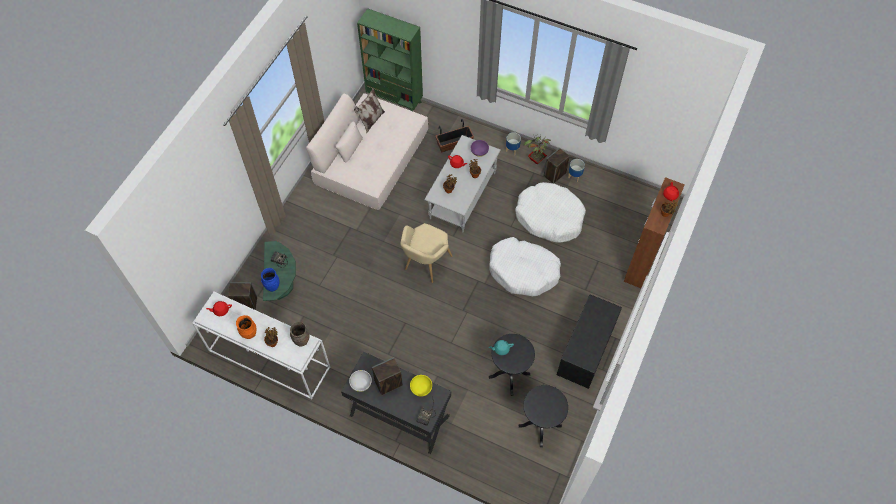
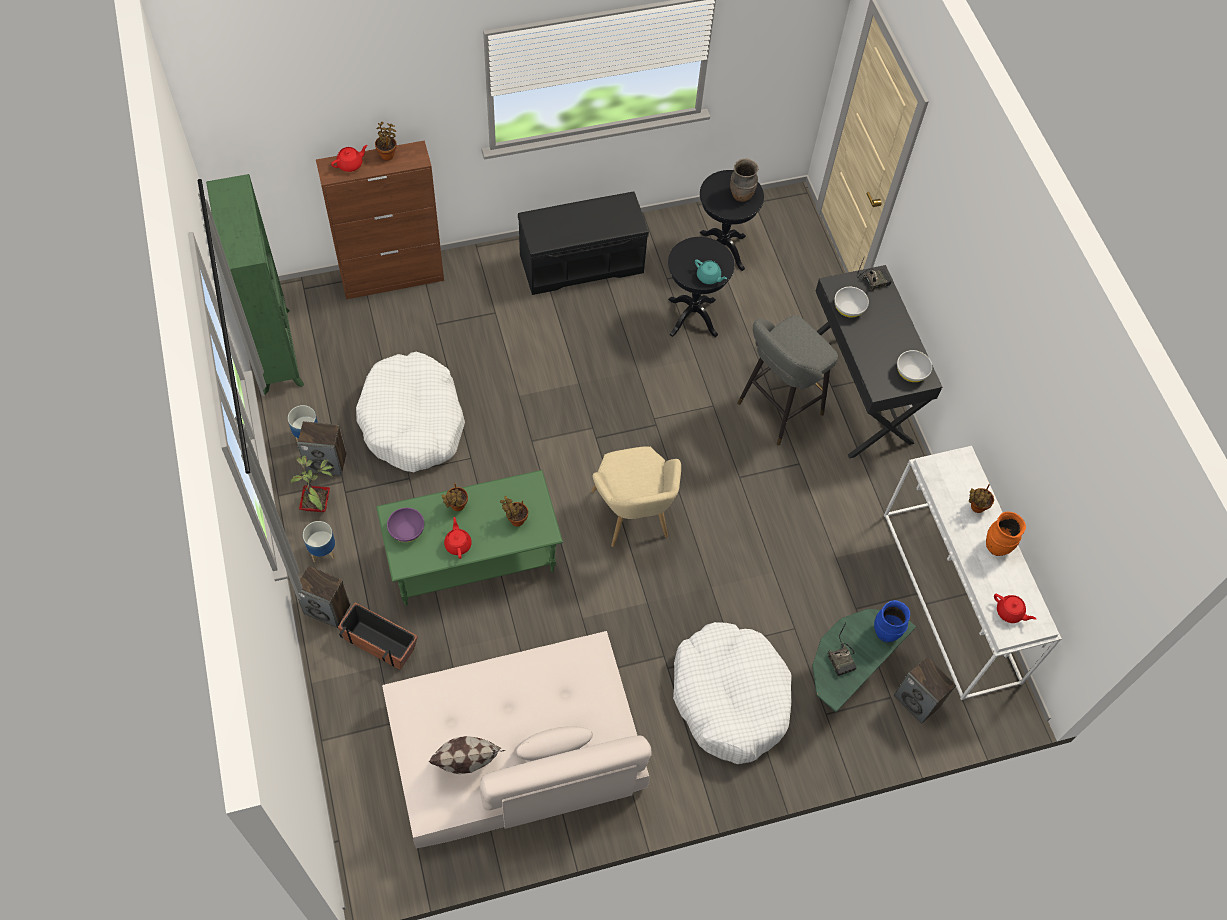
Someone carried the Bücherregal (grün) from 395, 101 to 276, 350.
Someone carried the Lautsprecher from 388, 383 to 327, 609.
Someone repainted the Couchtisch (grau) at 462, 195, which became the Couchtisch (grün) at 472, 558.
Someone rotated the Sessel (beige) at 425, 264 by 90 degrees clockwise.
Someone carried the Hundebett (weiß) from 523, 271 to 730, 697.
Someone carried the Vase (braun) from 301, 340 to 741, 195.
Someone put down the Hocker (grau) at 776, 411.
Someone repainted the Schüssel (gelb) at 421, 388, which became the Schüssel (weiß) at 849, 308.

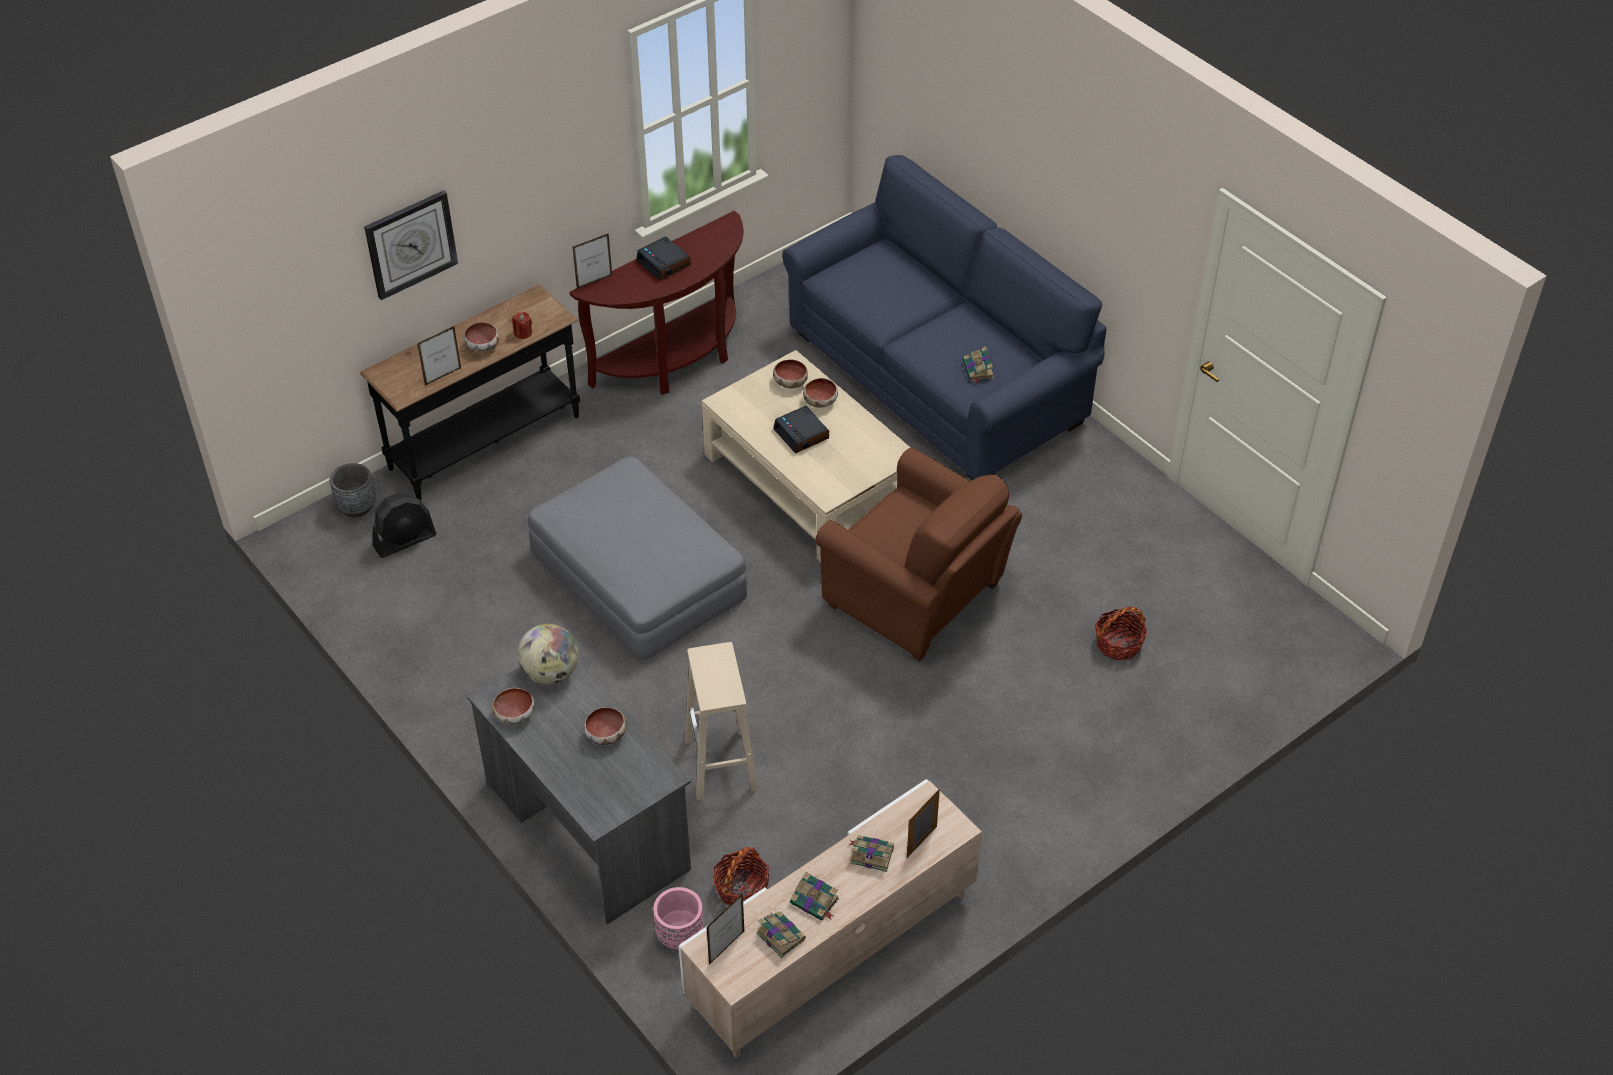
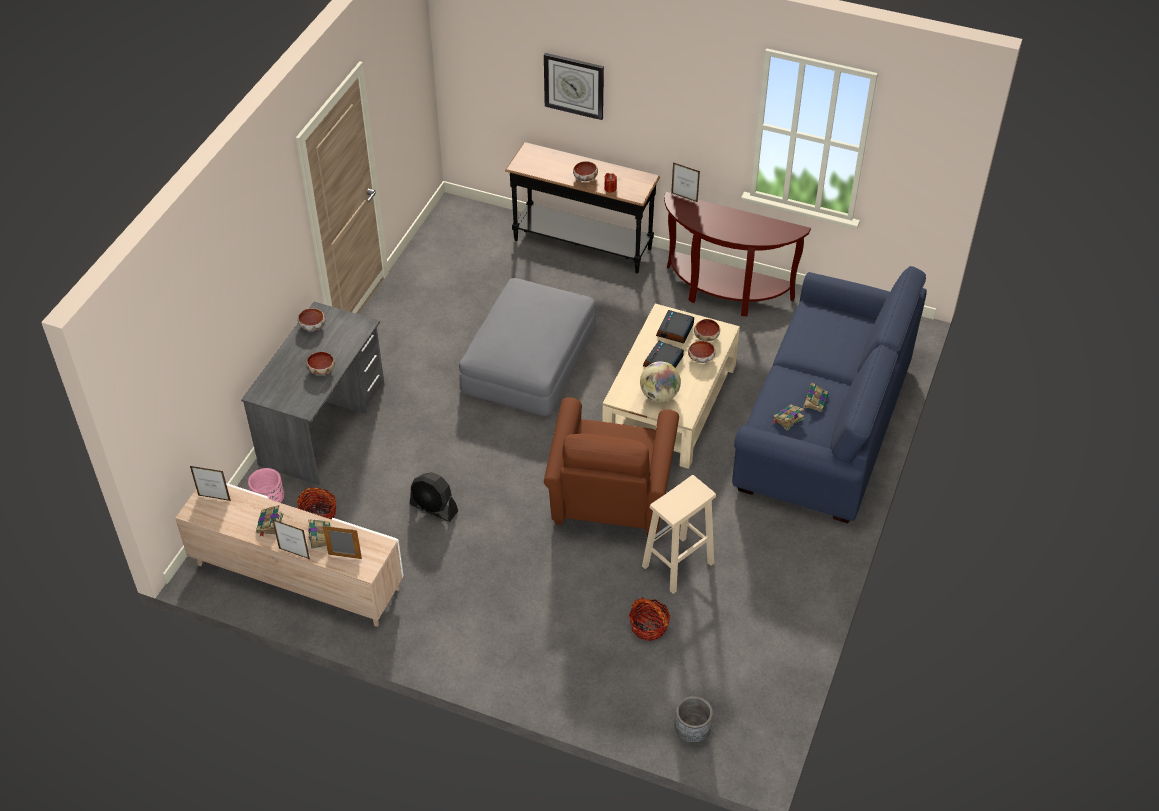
Someone carried the Bilderrahmen from 443, 376 to 294, 554.
Someone carried the Ventilator (schwarz) from 405, 540 to 434, 508.
Someone carried the Globus from 550, 673 to 659, 395.
Someone carried the Hocker (beige) from 721, 765 to 677, 565.
Someone carried the Wecker from 664, 263 to 675, 330.
Someone carried the Pflanzkübel (grau) from 357, 507 to 692, 732.
Someone carried the Buch from 780, 935 to 815, 401.

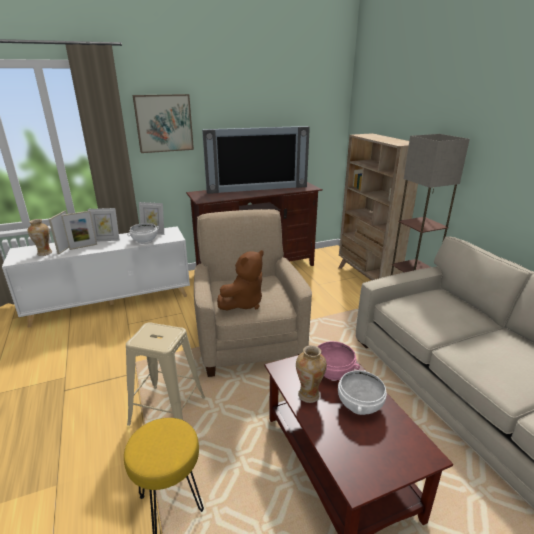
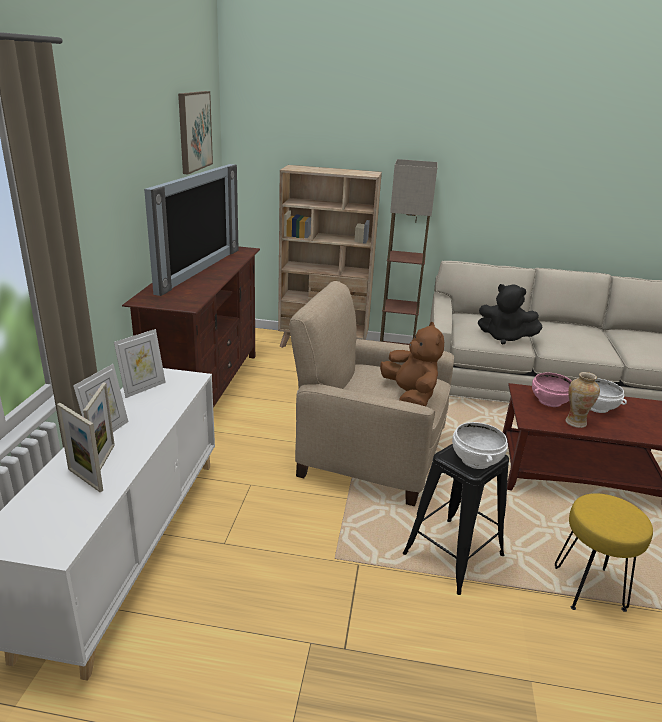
Someone carried the Bild from 164, 123 to 194, 131.
Someone repainted the Hocker (beige) at 168, 411, which became the Hocker (schwarz) at 453, 554.
Someone carried the Schüssel (weiß) from 145, 241 to 475, 460.
Someone put down the Plüschtier (schwarz) at 504, 337.
Someone took away the Vase at 44, 253.

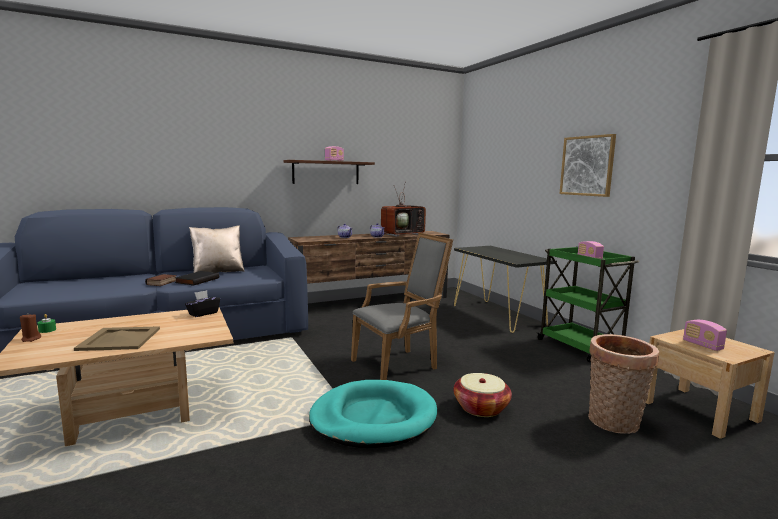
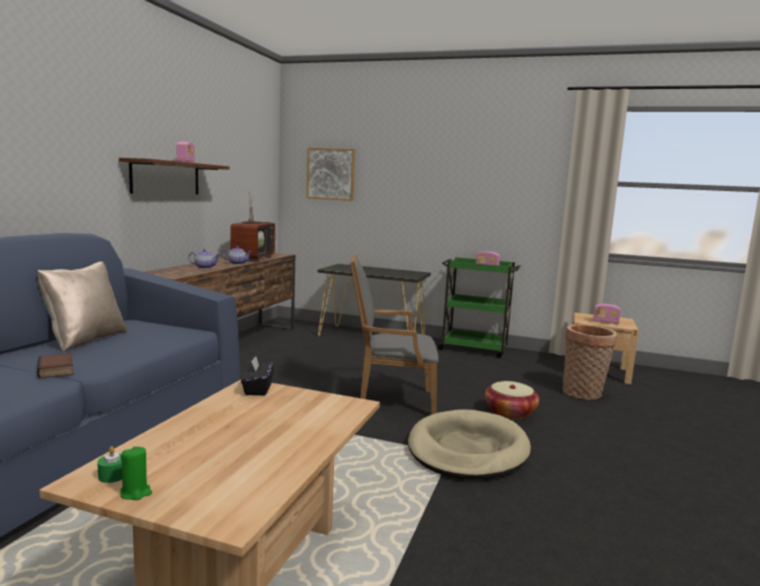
Someone repainted the Kerze (braun) at 31, 339, which became the Kerze (grün) at 136, 493.
Someone carried the Bild from 587, 166 to 331, 174.
Someone rotated the Sessel (grau) at 399, 364 by 105 degrees counterclockwise.
Someone repainted the Hundebett (türkis) at 373, 418, which became the Hundebett (beige) at 467, 450.
Someone took away the Tablett (beige) at 120, 339.
Someone took away the Buch (schwarz) at 197, 280.

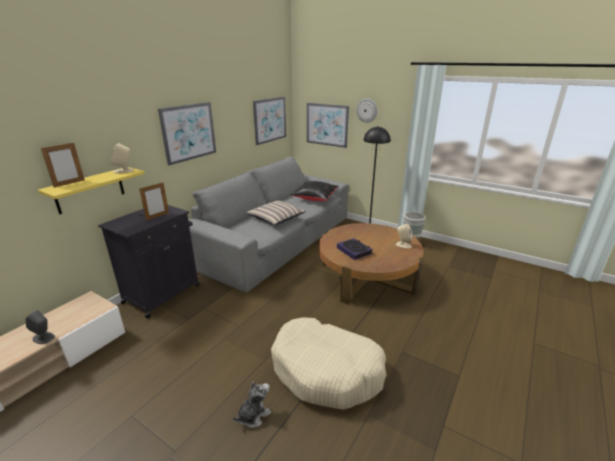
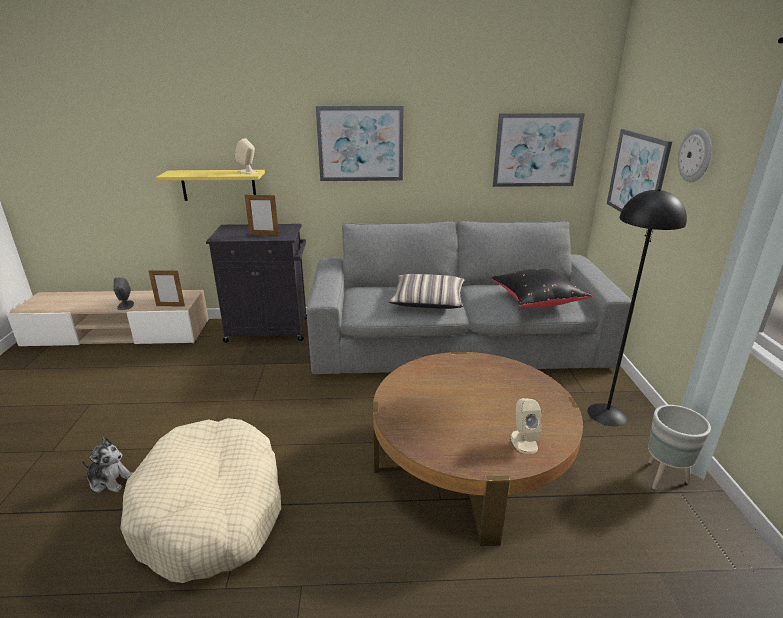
Someone carried the Bilderrahmen from 69, 183 to 170, 306.
Someone took away the Buch at 354, 251.

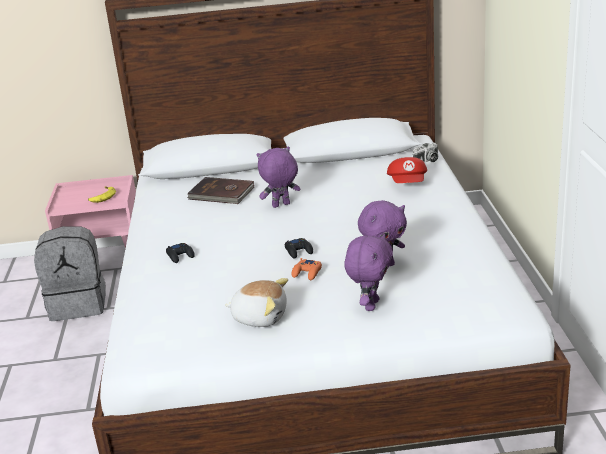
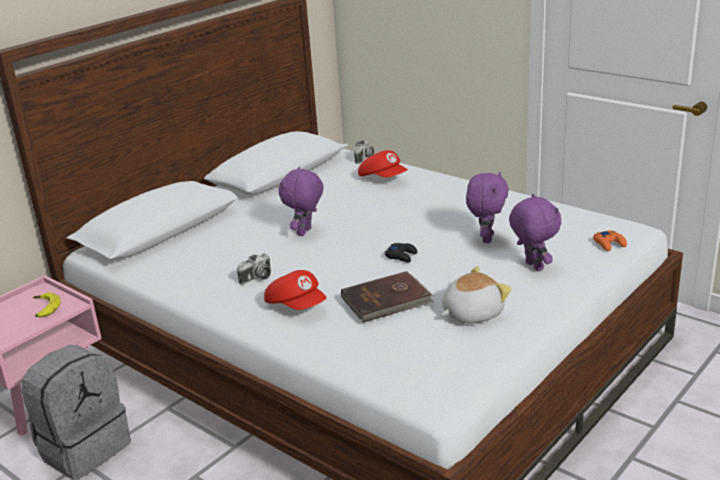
Someone put down the Kamera at 257, 278.
Someone swapped the Gamepad (schwarz) at 180, 256 for the Kappe (rot) at 297, 305.
Someone carried the Buch (braun) from 221, 194 to 387, 300.
Someone carried the Gamepad (orange) from 307, 273 to 609, 244.

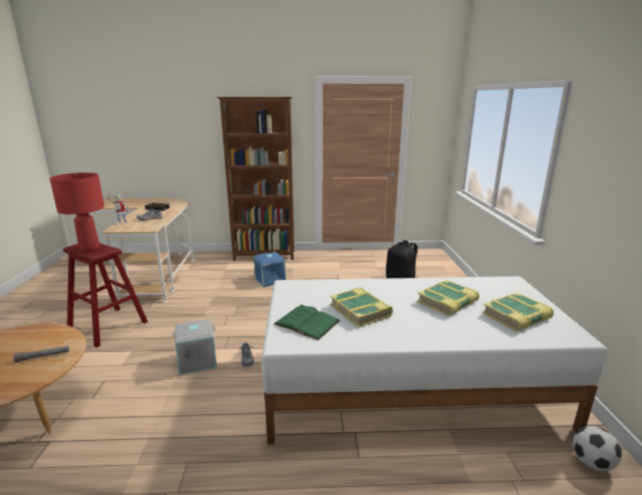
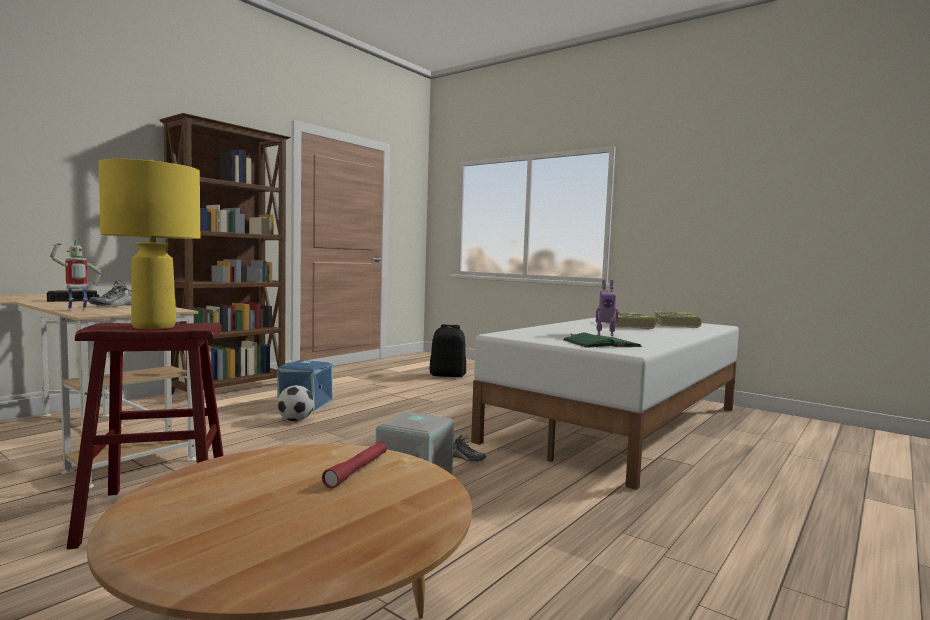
Someone repainted the Tischlampe (rot) at 90, 249, which became the Tischlampe (gelb) at 154, 326.
Someone carried the Fußball from 591, 463 to 295, 420.
Someone repainted the Taschenlampe (grau) at 43, 356, which became the Taschenlampe (rot) at 357, 470.
Someone swapped the Buch at 360, 311 for the Spielzeugroboter at 605, 335.

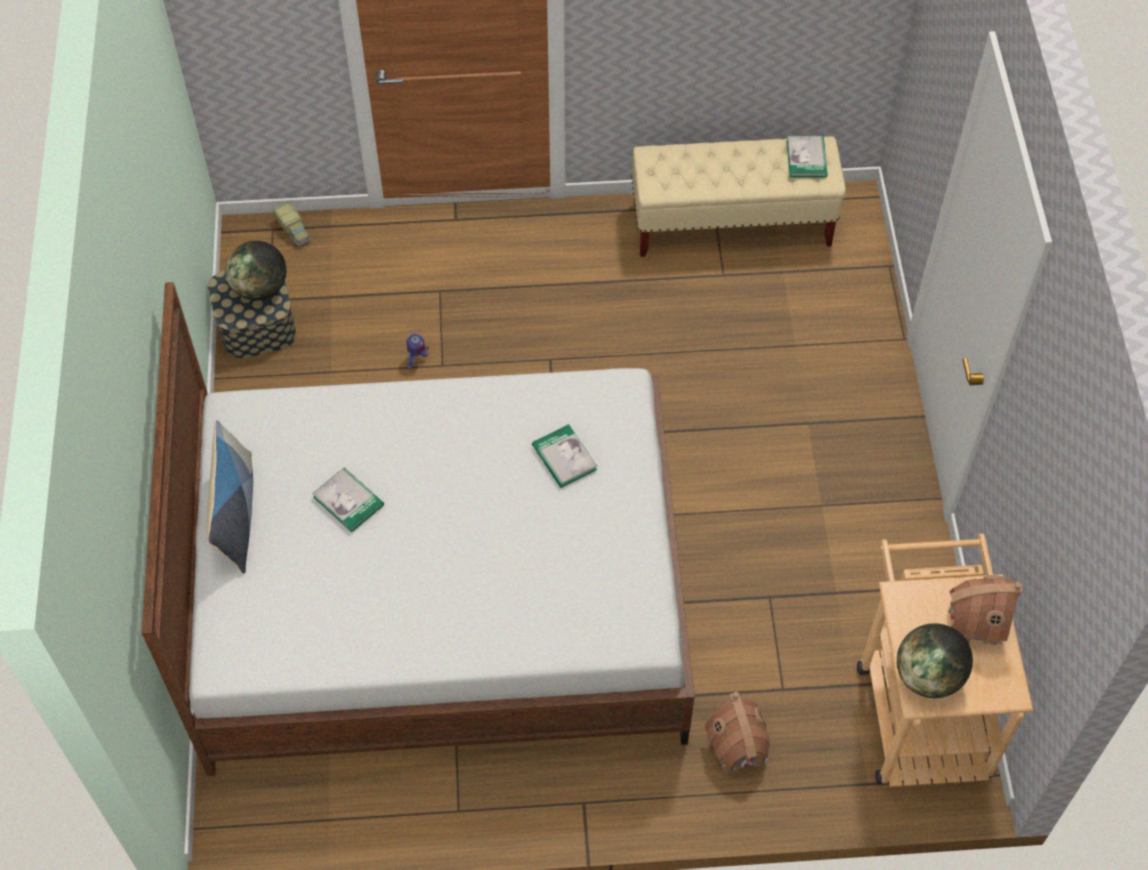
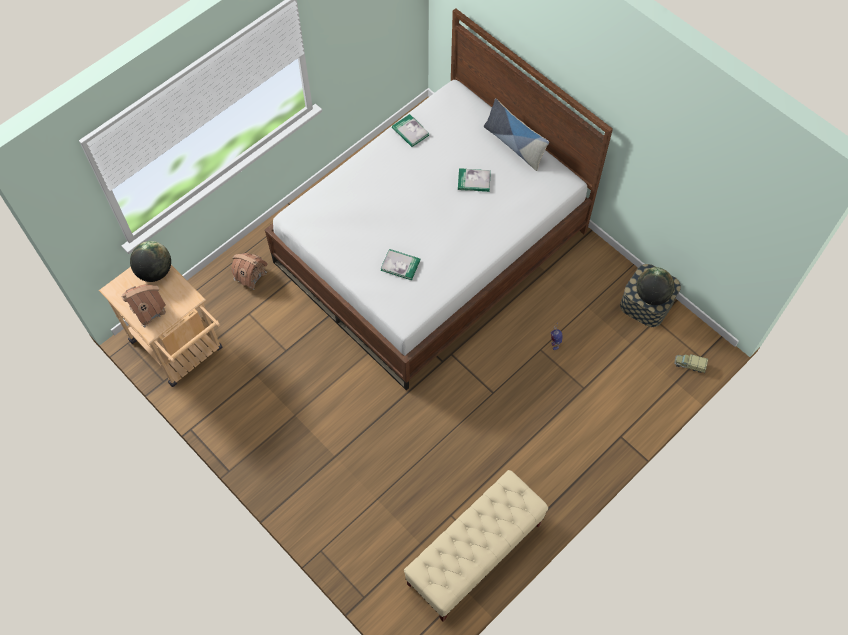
Someone carried the Buch from 806, 158 to 410, 131.

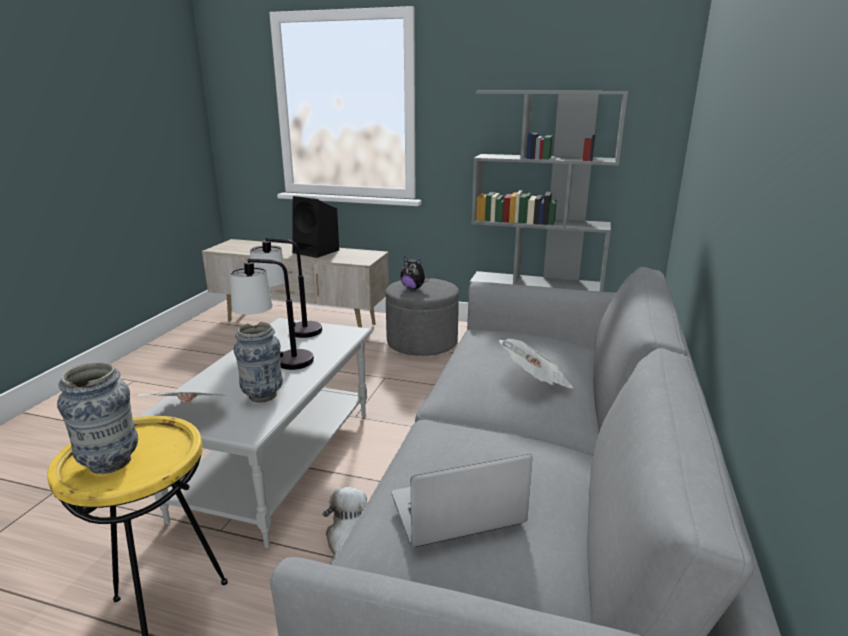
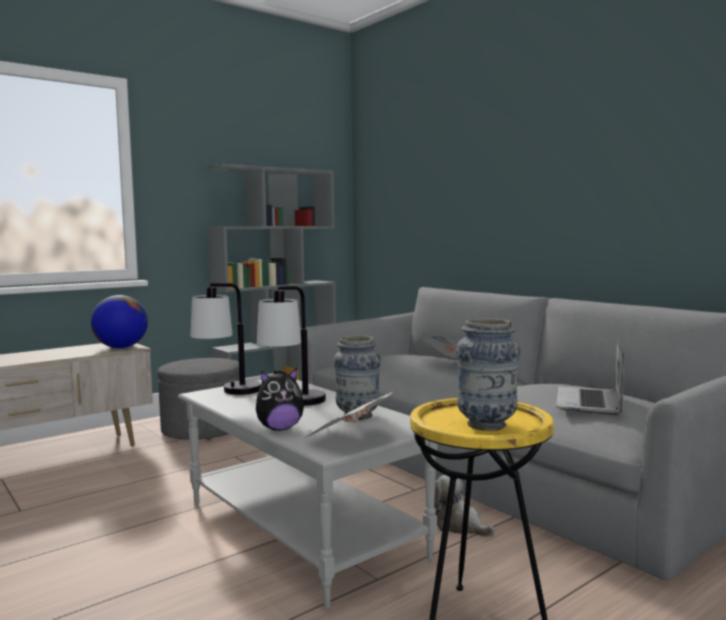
Someone put down the Globus at 121, 347.
Someone carried the Plüschtier from 413, 288 to 279, 428.
Someone took away the Lautsprecher (schwarz) at 317, 251.

